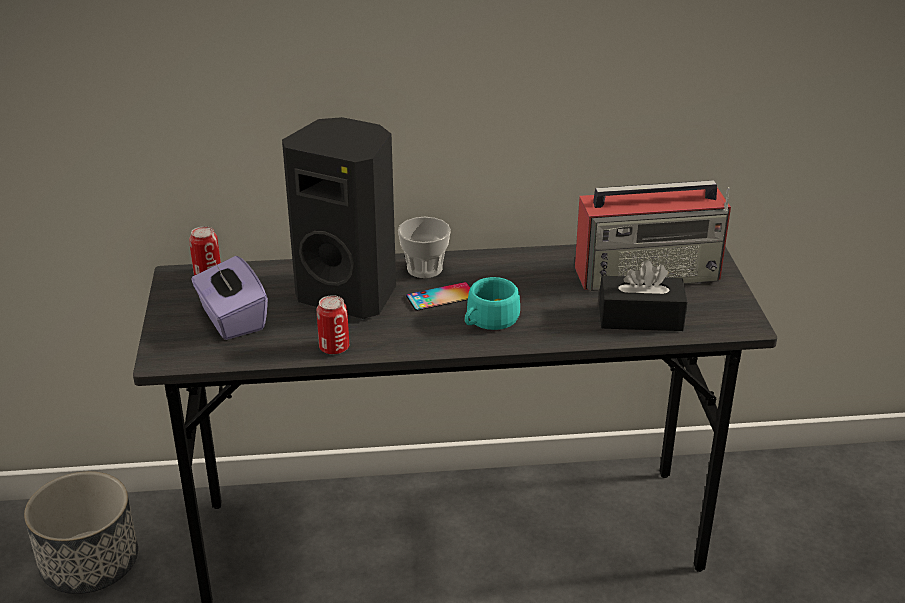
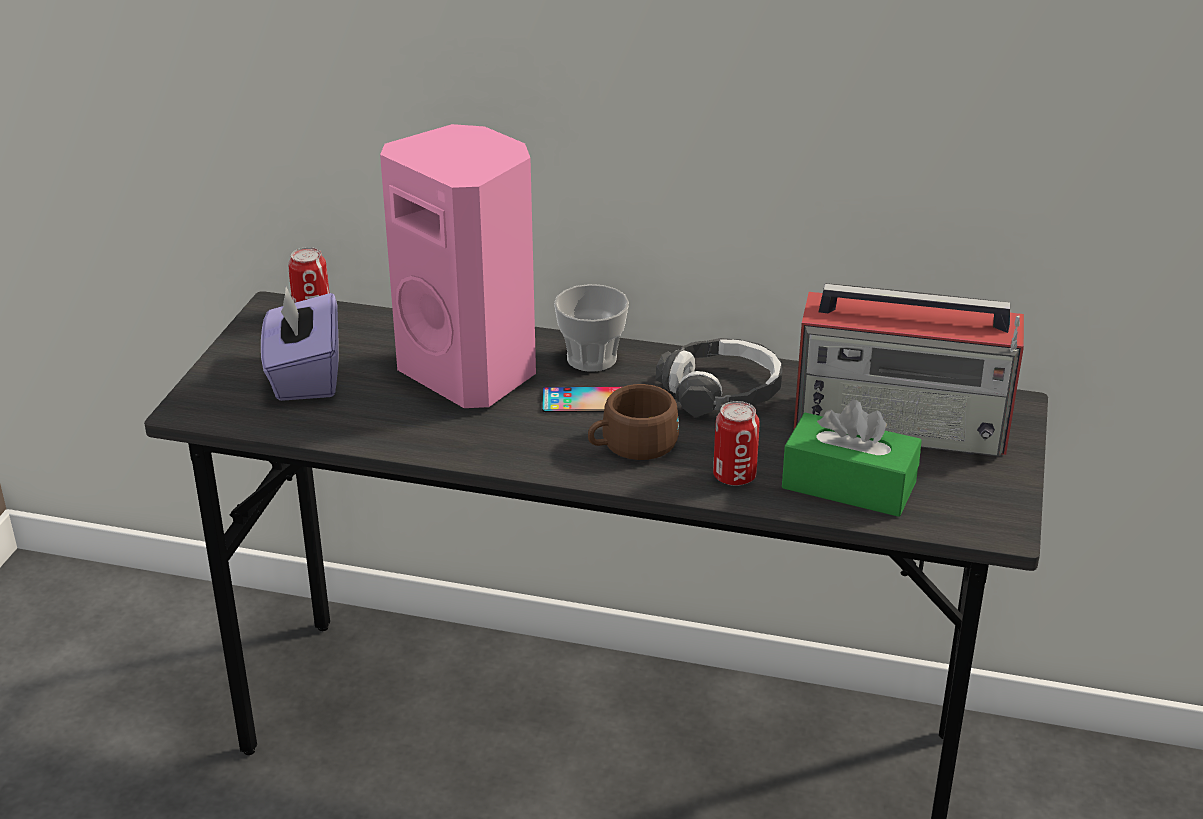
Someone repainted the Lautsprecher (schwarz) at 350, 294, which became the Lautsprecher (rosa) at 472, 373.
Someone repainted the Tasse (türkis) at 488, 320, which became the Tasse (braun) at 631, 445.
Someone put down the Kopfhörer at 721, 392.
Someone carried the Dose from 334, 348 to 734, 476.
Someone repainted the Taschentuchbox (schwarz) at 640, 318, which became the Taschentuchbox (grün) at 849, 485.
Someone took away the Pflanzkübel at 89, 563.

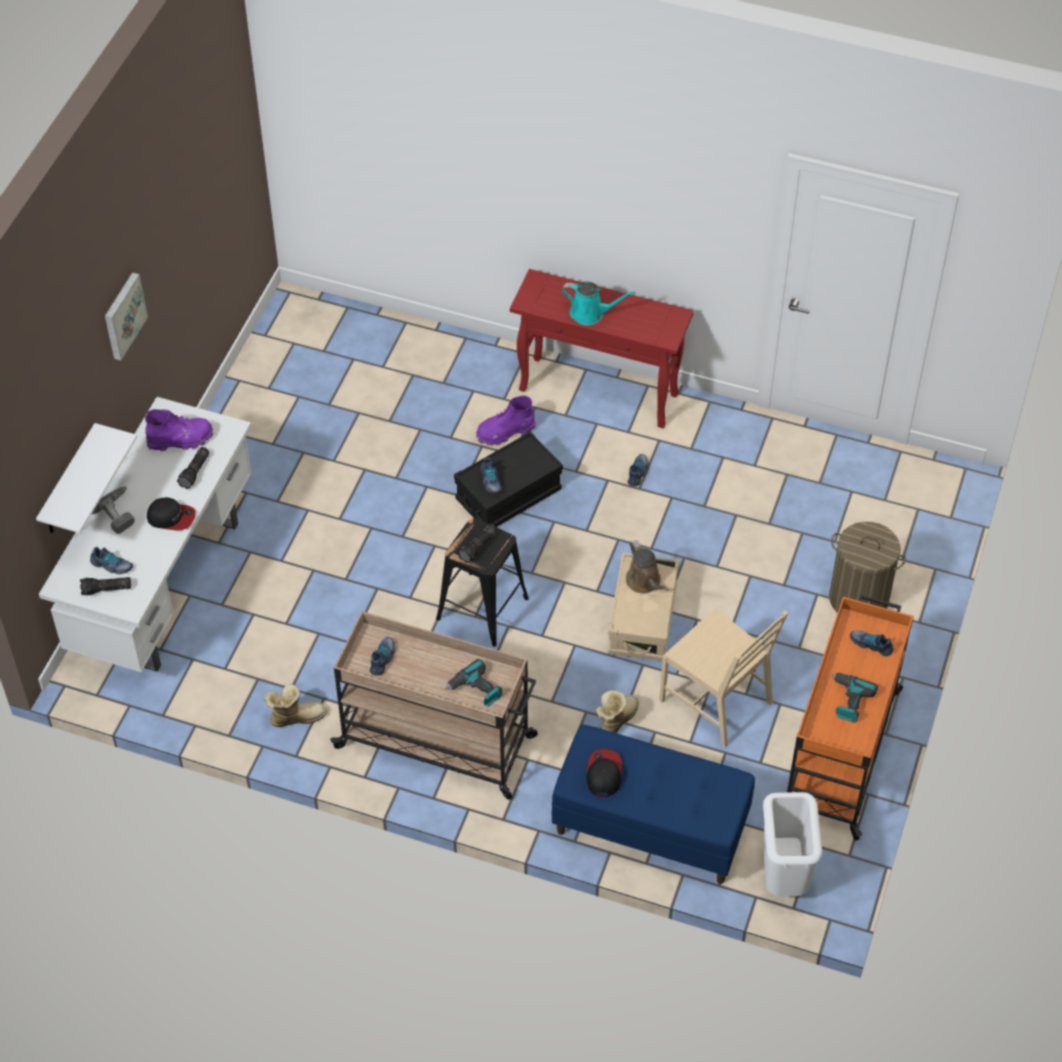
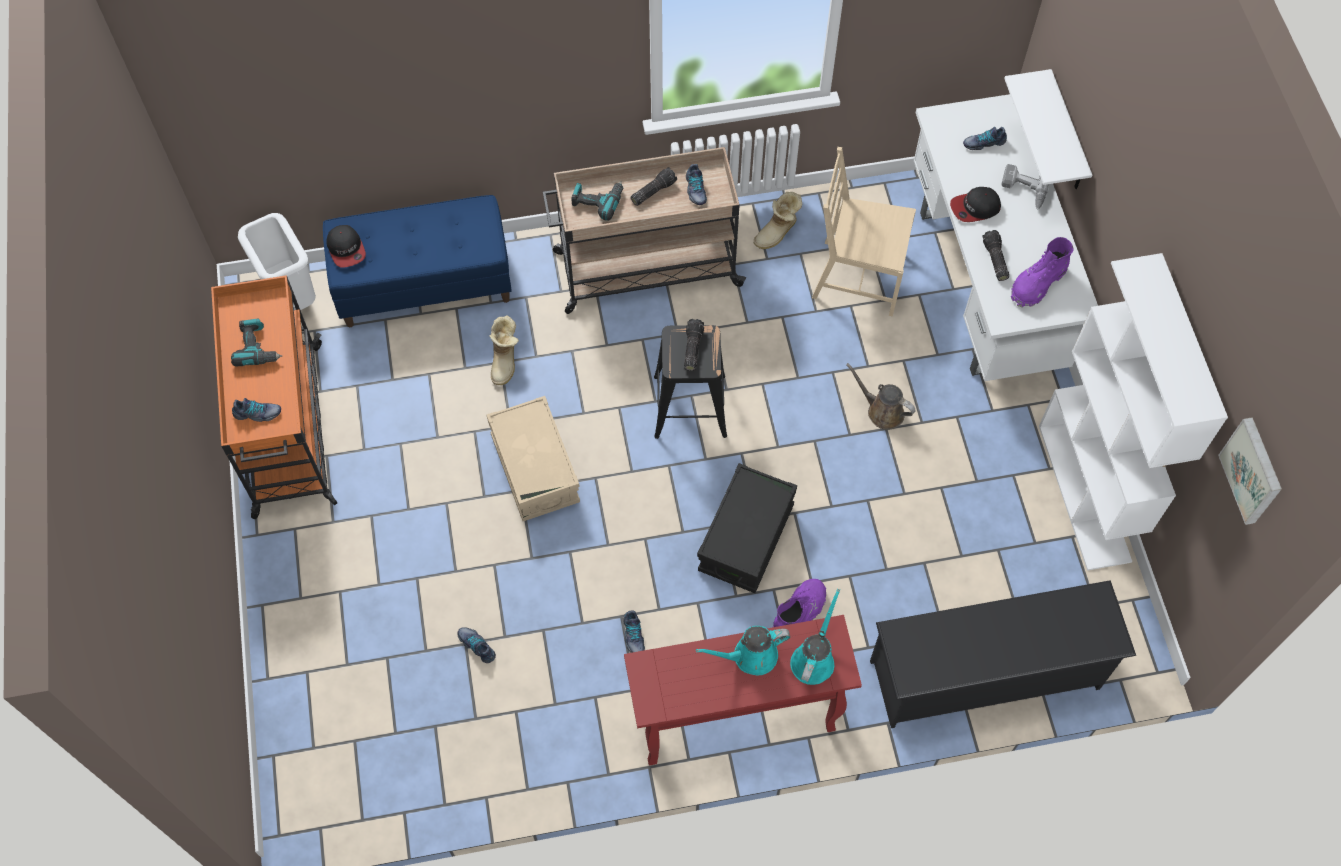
Someone carried the Kappe from 603, 774 to 346, 249.
Someone carried the Schuh from 490, 481 to 477, 645.
Someone carried the Taschenlampe from 106, 590 to 653, 191.
Someone put down the Gießkanne (türkis) at 814, 659.
Someone carried the Stuhl (beige) from 717, 701 to 857, 277.
Someone carried the Gießkanne (braun) from 645, 582 to 882, 411.
Someone put down the Schuhregal (schwarz) at 985, 675.
Someone put down the Bücherregal (weiß) at 1085, 493.
Someone carried the Bild from 123, 315 to 1253, 470.
Someone took away the Wäschekorb at 858, 598.

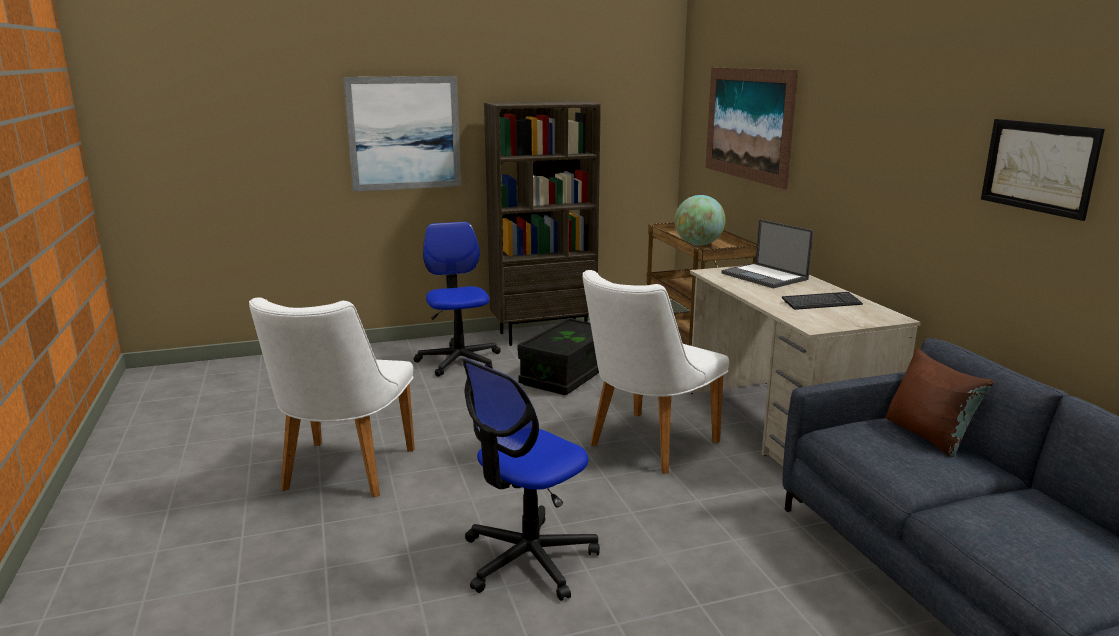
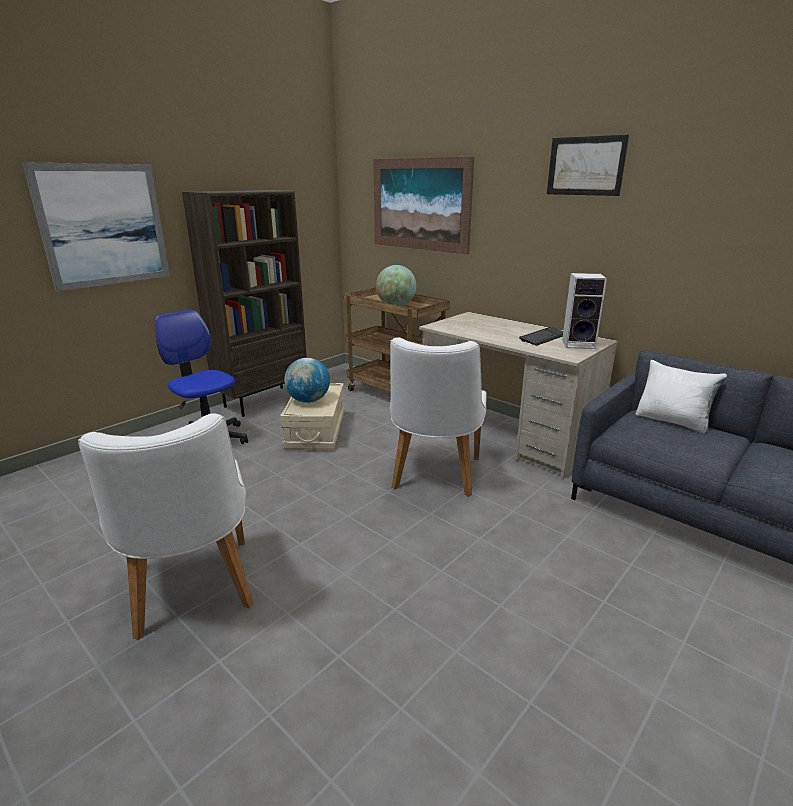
Someone repainted the Aufbewahrungsbox (schwarz) at 567, 374, which became the Aufbewahrungsbox (beige) at 316, 431.
Someone put down the Globus at 308, 400.
Someone carried the Bild from 1038, 167 to 585, 166.
Someone put down the Lautsprecher at 579, 344.
Someone repainted the Kissen (braun) at 928, 436, which became the Kissen (weiß) at 672, 421.
Someone took away the Bürostuhl at 528, 559.
Someone took away the Laptop at 765, 276.

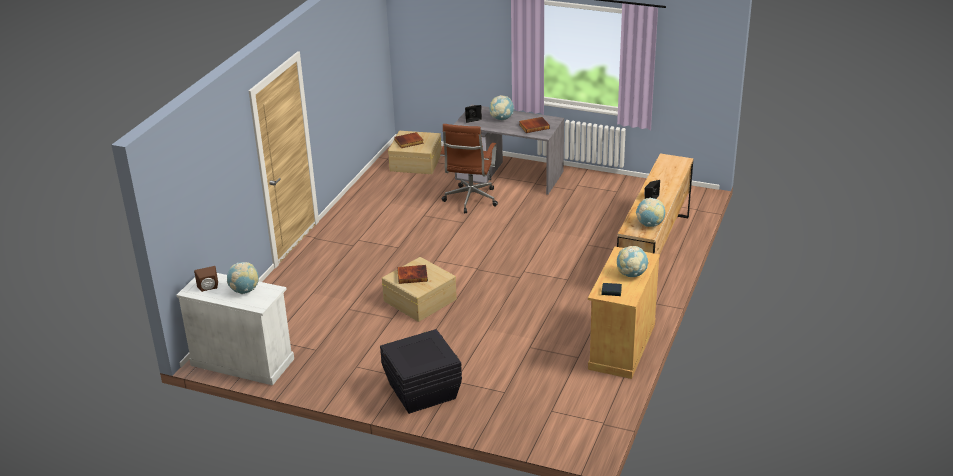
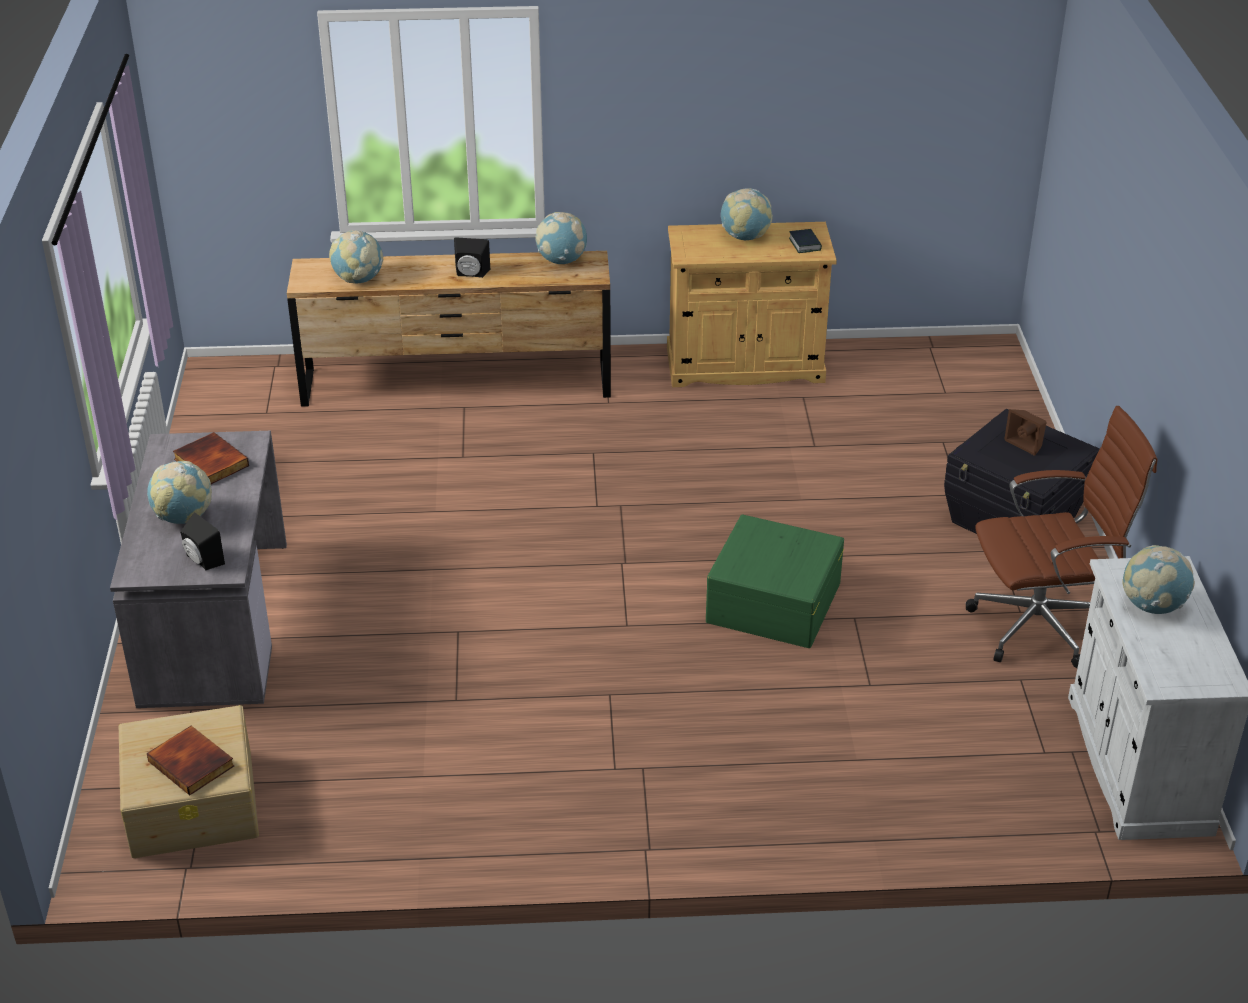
Someone put down the Globus at 358, 280.
Someone repainted the Aufbewahrungsbox (beige) at 419, 299, which became the Aufbewahrungsbox (grün) at 773, 602.
Someone carried the Bürostuhl (braun) from 470, 201 to 1041, 627.
Someone carried the Lautsprecher (braun) from 208, 288 to 1026, 443.
Someone took away the Buch at 412, 275.

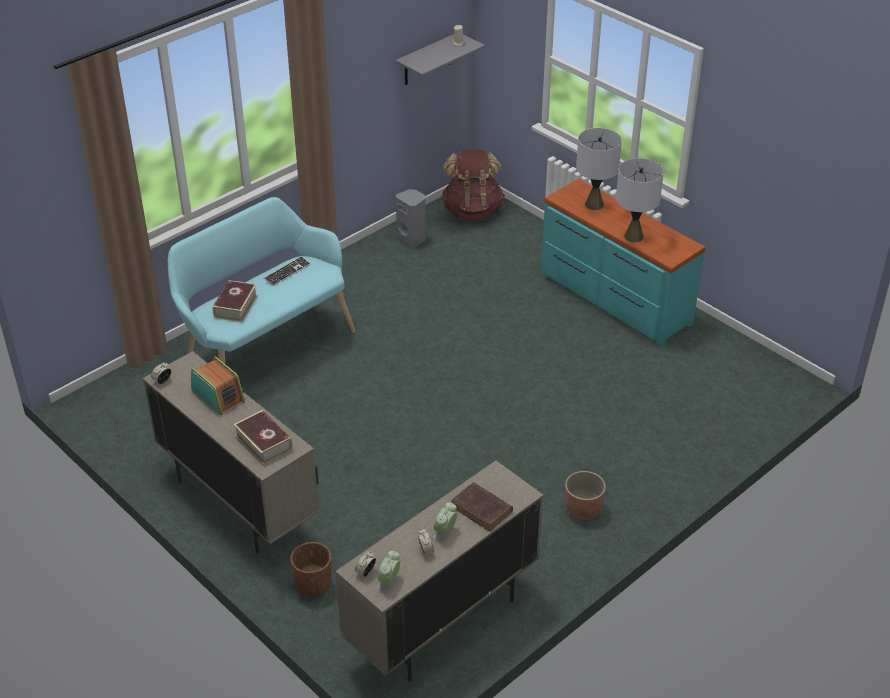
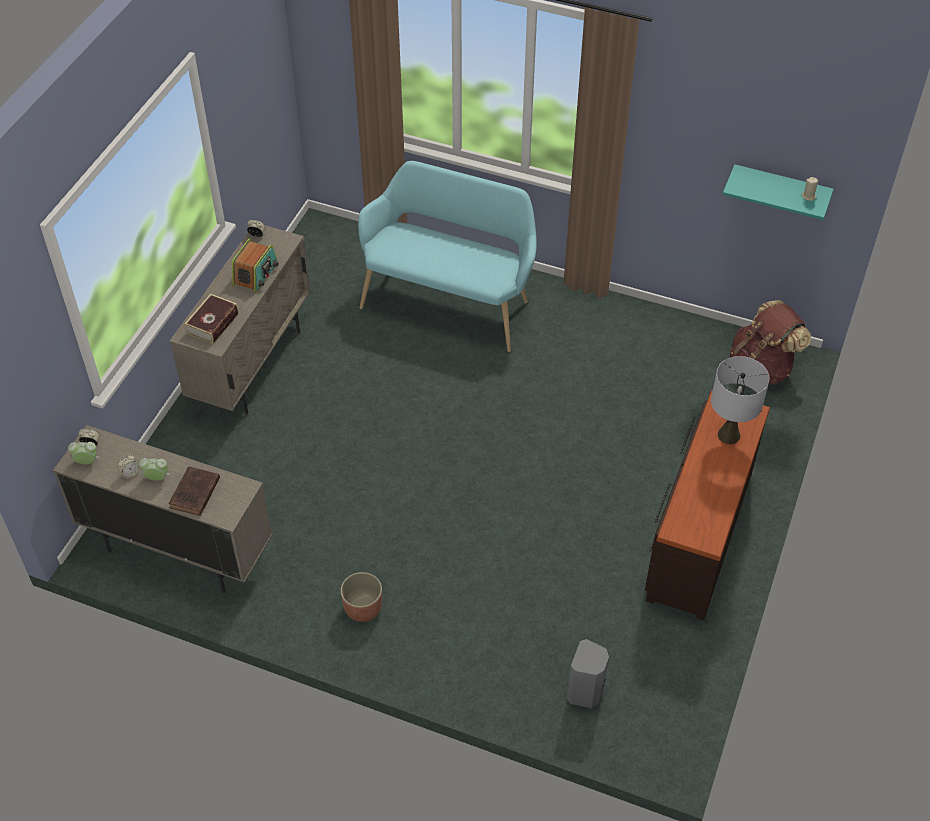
Someone carried the Lautsprecher (grau) from 412, 239 to 586, 692.
Someone repainted the Kommode (türkis) at 613, 299, which became the Kommode (braun) at 697, 535.
Someone repainted the Wandregal (grau) at 427, 60, which became the Wandregal (türkis) at 780, 190.
Someone took away the Buch at 235, 306.
Someone took away the Tastatur at 287, 272.
Someone took away the Pflanzkübel (braun) at 313, 585.
Someone took away the Tischlampe (grau) at 634, 236.

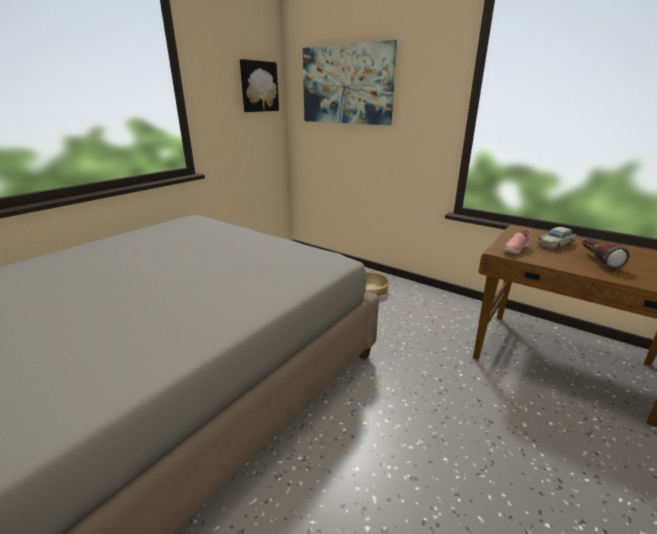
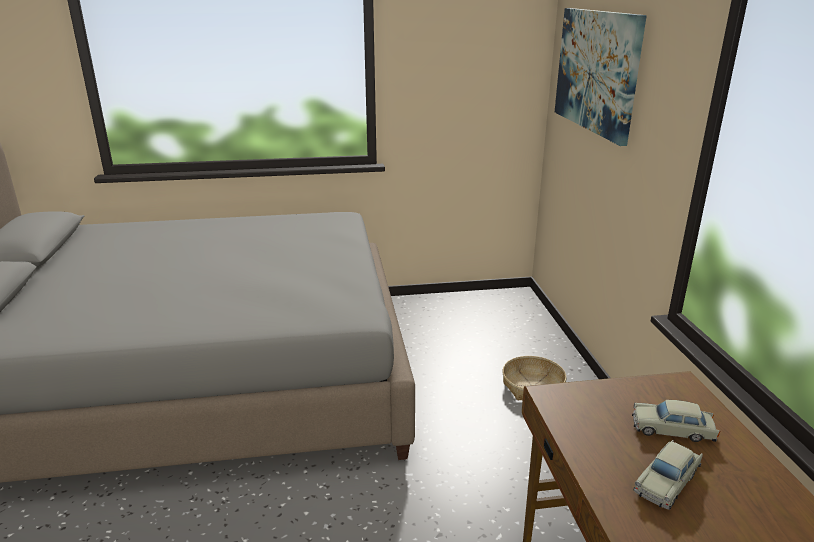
Someone swapped the Taschenlampe at 597, 260 for the Spielzeugauto (beige) at 667, 482.
Someone took away the Bild at 258, 86.
Someone took away the Schuh (rosa) at 515, 249.

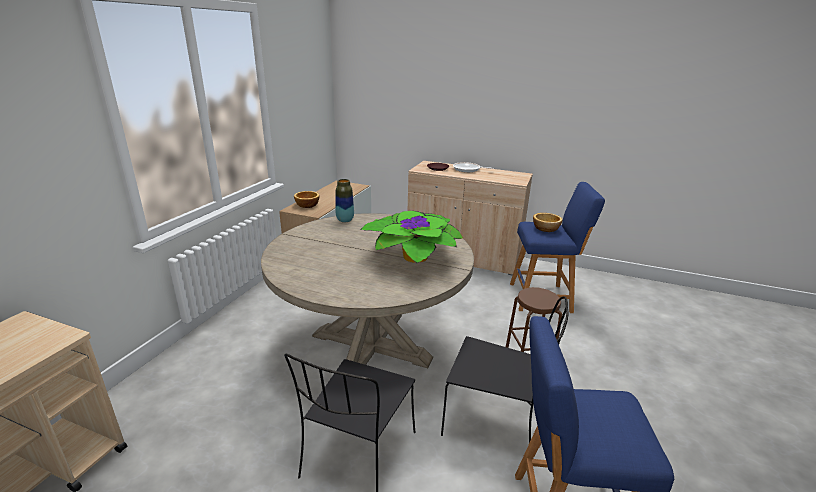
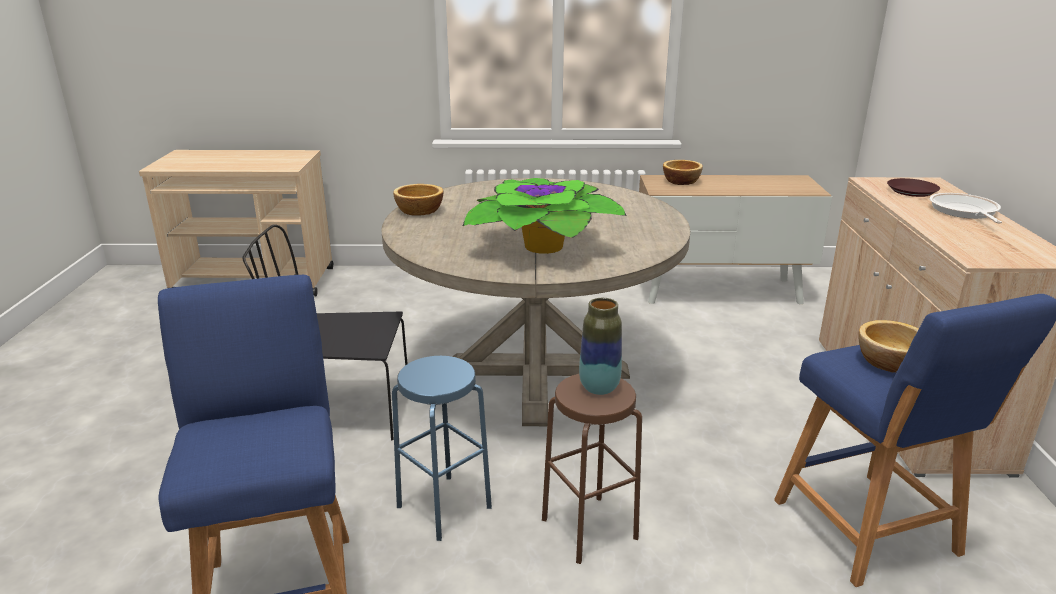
Someone swapped the Stuhl (schwarz) at 496, 421 for the Hocker (blau) at 444, 507.
Someone put down the Schüssel at 418, 211.
Someone carried the Vase from 345, 220 to 599, 388.

